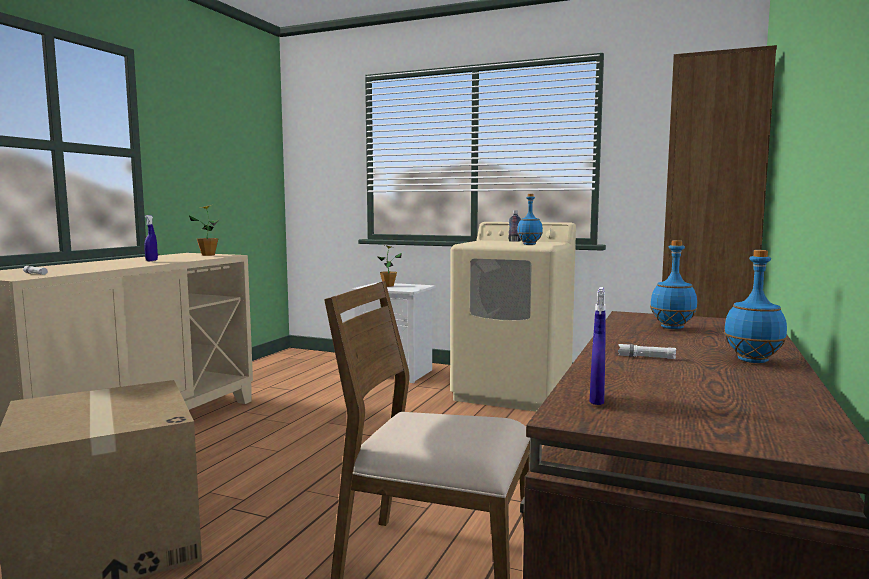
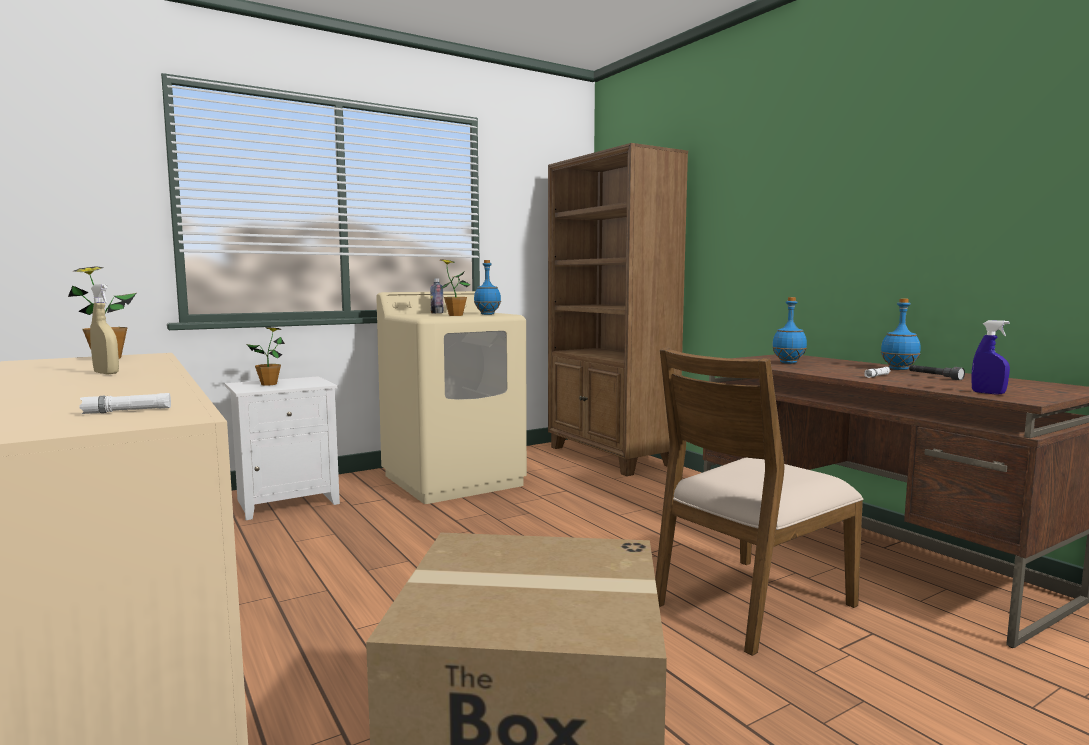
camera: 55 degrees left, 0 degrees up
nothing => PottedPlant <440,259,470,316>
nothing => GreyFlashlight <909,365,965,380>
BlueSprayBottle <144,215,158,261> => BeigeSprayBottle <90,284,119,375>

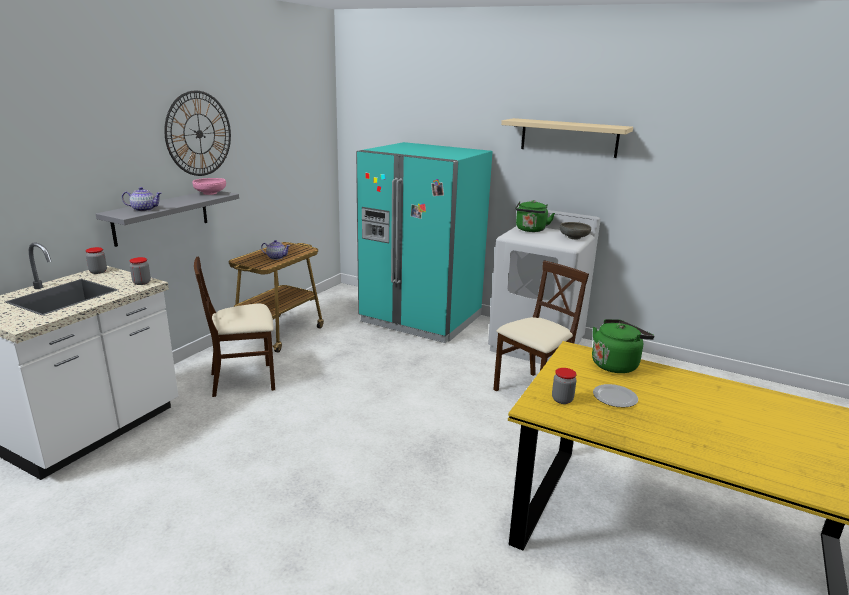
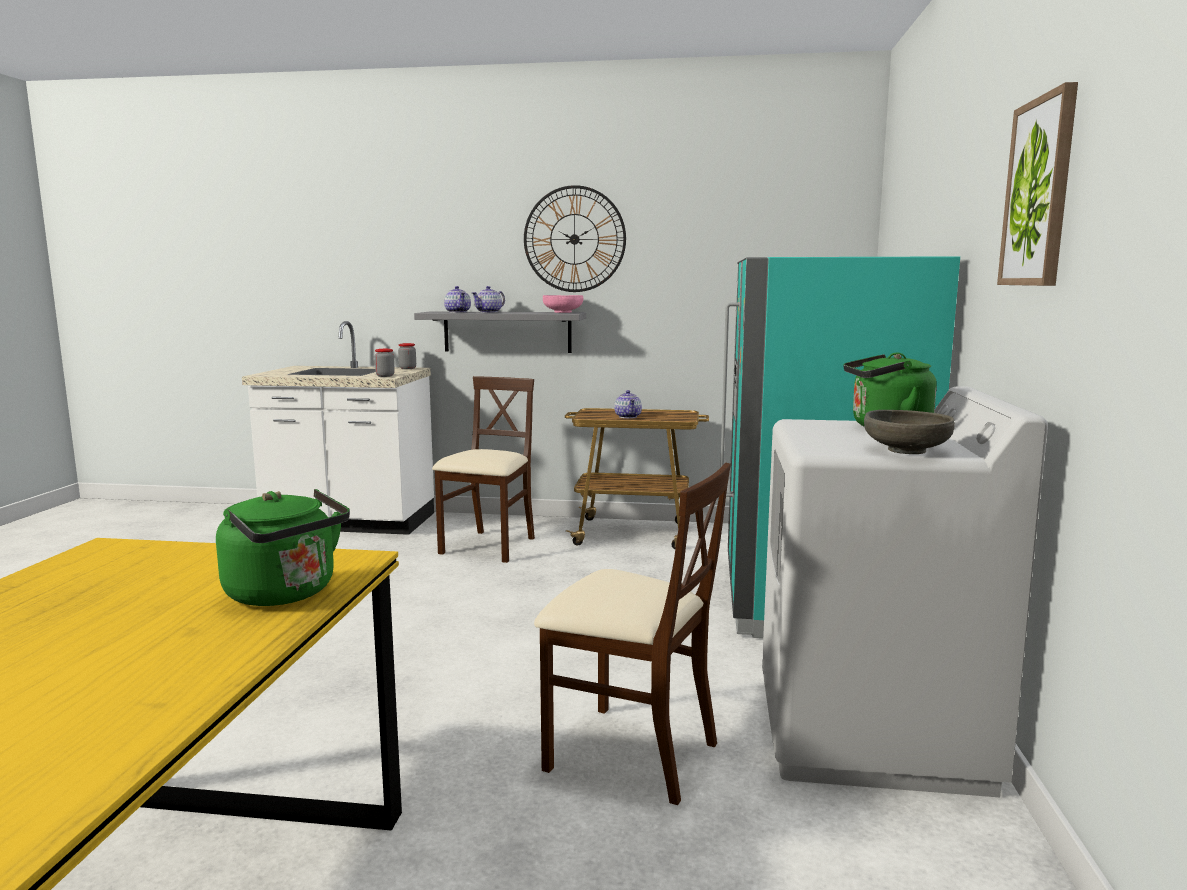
camera: 70 degrees right, 10 degrees down
Jar <552,368,577,404> => nothing
Plate <593,384,638,408> => nothing
nothing => Teapot <472,286,505,313>
BeigeShelf <501,118,633,158> => Picture <997,82,1078,286>
BeigeChair <194,256,275,397> => BeigeChair <432,376,535,563>, 60 degrees clockwise

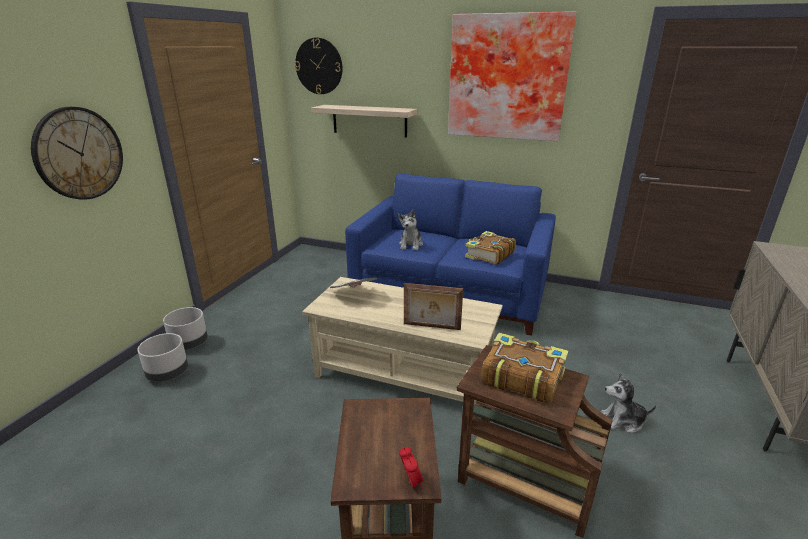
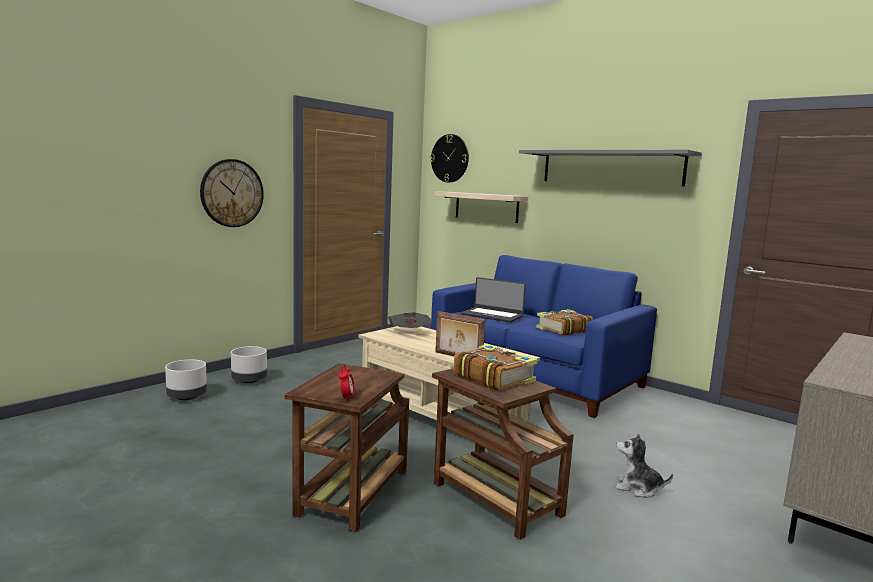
camera: 20 degrees right, 15 degrees down
GreyPlanter <163,307,208,350> => GreyPlanter <165,359,207,400>, moved
PlushToy <398,210,423,250> => Laptop <461,277,526,322>
Picture <448,11,577,141> => GreyShelf <519,150,702,186>

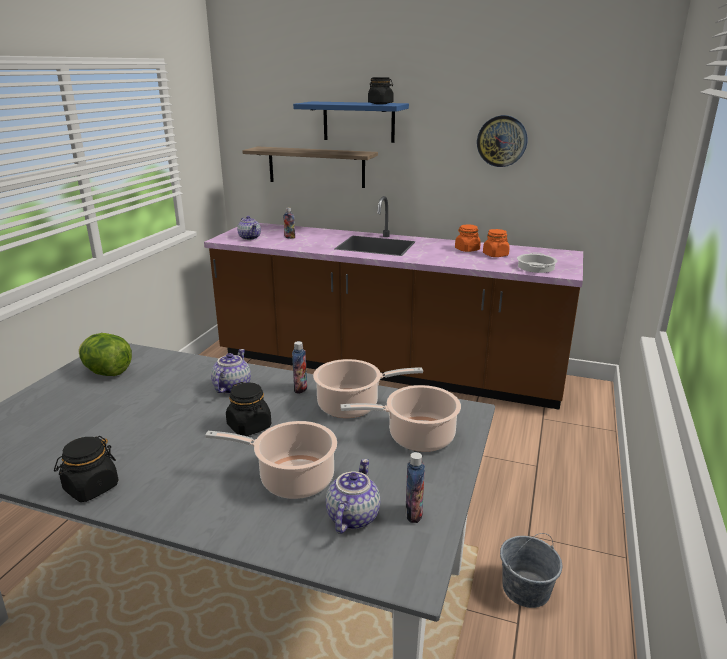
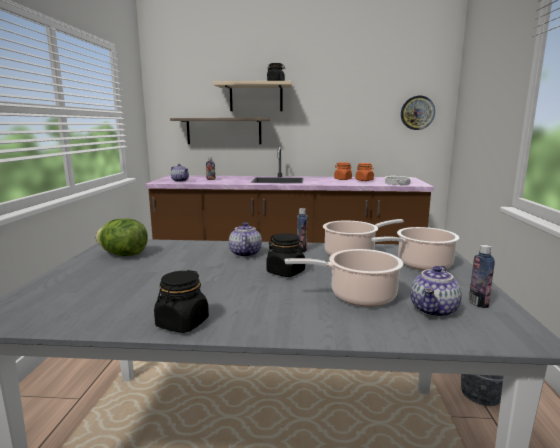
camera: 15 degrees left, 10 degrees down
WallClock <477,115,527,167> => WallClock <401,96,435,130>, moved
BlueShelf <293,101,409,143> => BeigeShelf <213,81,292,111>
Teapot <326,459,380,534> => Teapot <410,266,462,318>, 150 degrees counterclockwise

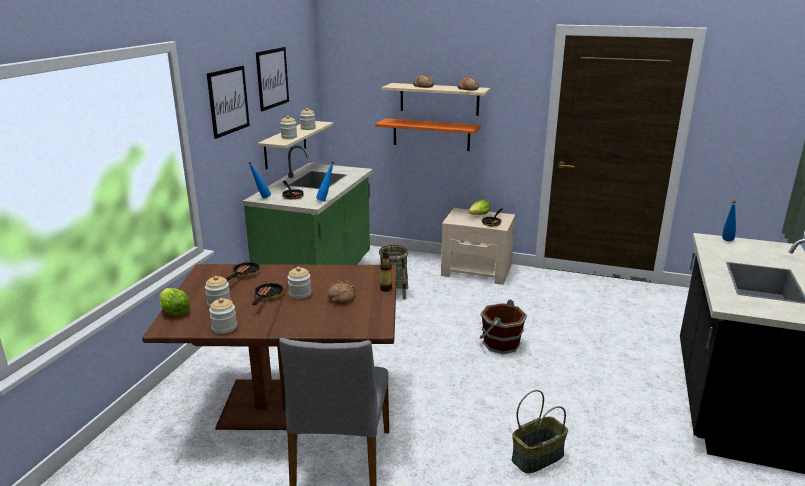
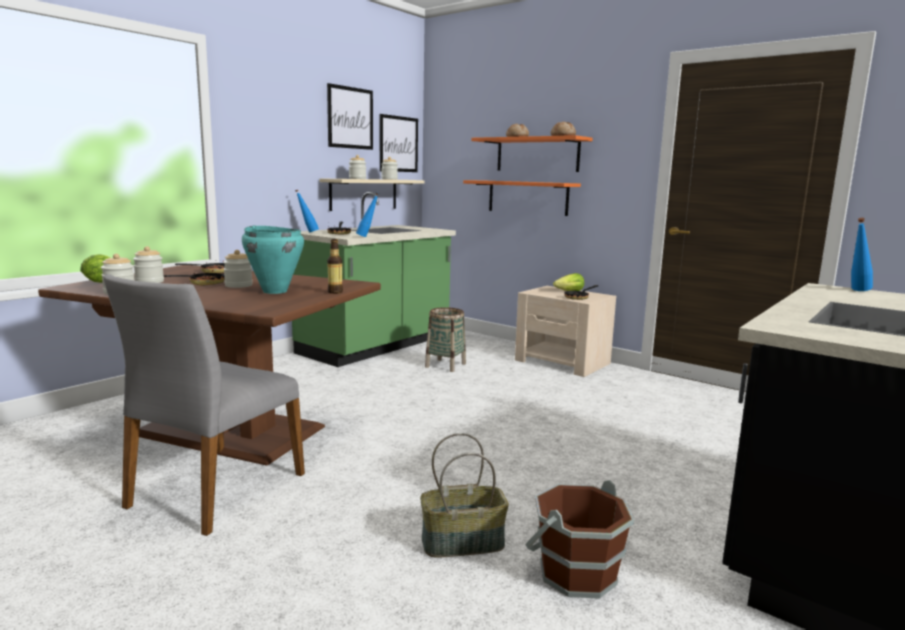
camera: 20 degrees right, 10 degrees down
Picture <207,66,250,139> => Picture <380,114,418,172>, moved
BrownBucket <479,299,527,354> => BrownBucket <525,480,634,599>, moved
Bread <328,280,355,304> => TurquoiseCookingPot <242,225,304,294>
BeigeShelf <382,83,490,116> => OrangeShelf <471,135,593,172>

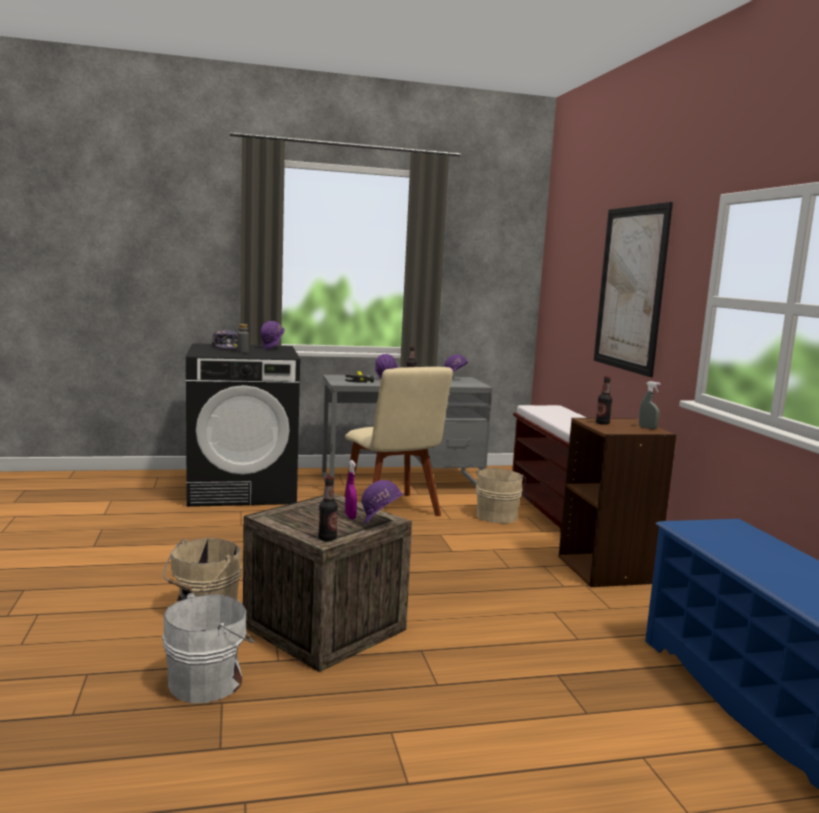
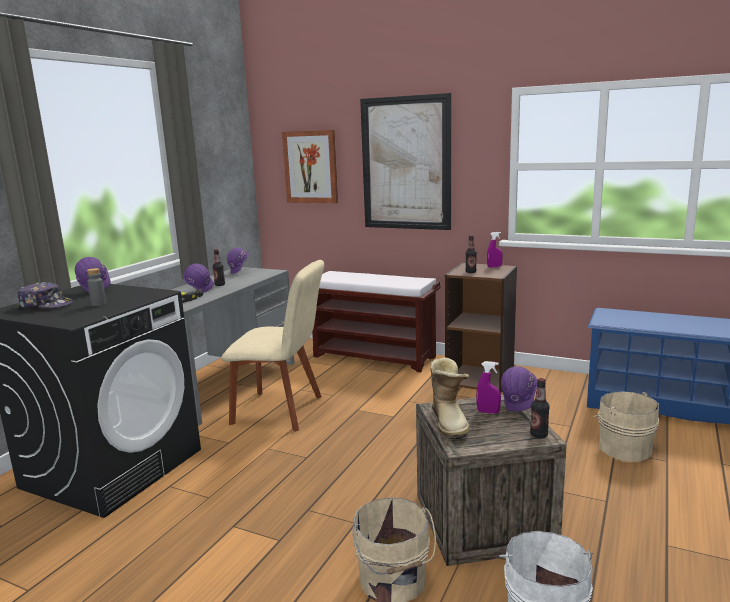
camera: 50 degrees left, 5 degrees up
nothing => Picture <282,130,338,203>
nothing => Boot <430,357,470,440>
BeigeBucket <476,468,526,523> => BeigeBucket <593,391,659,462>, moved
GreySprayBottle <639,381,661,429> => PurpleSprayBottle <487,232,503,268>

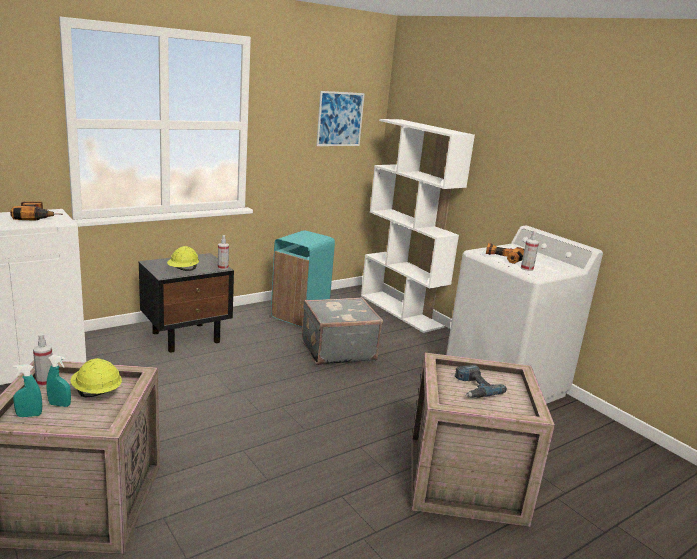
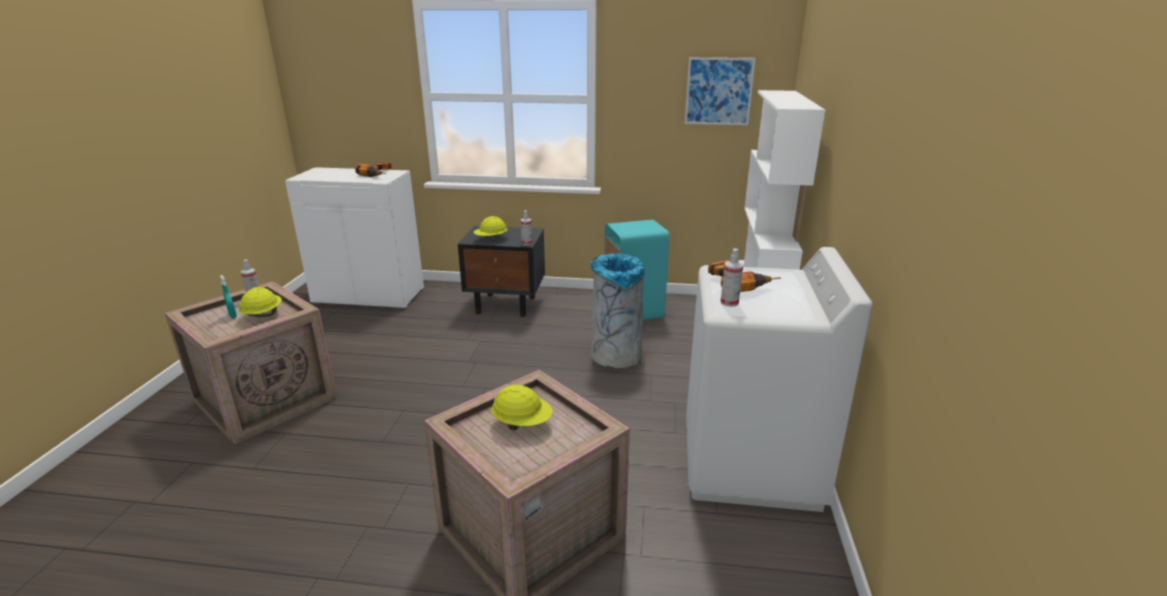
camera: 45 degrees right, 5 degrees up
TurquoiseSprayBottle <13,365,42,417> => nothing
GreySuitcase <302,297,383,365> => GreyTrashCan <590,253,645,368>
PowerDrill <455,364,507,398> => YellowHardHat <491,385,553,430>

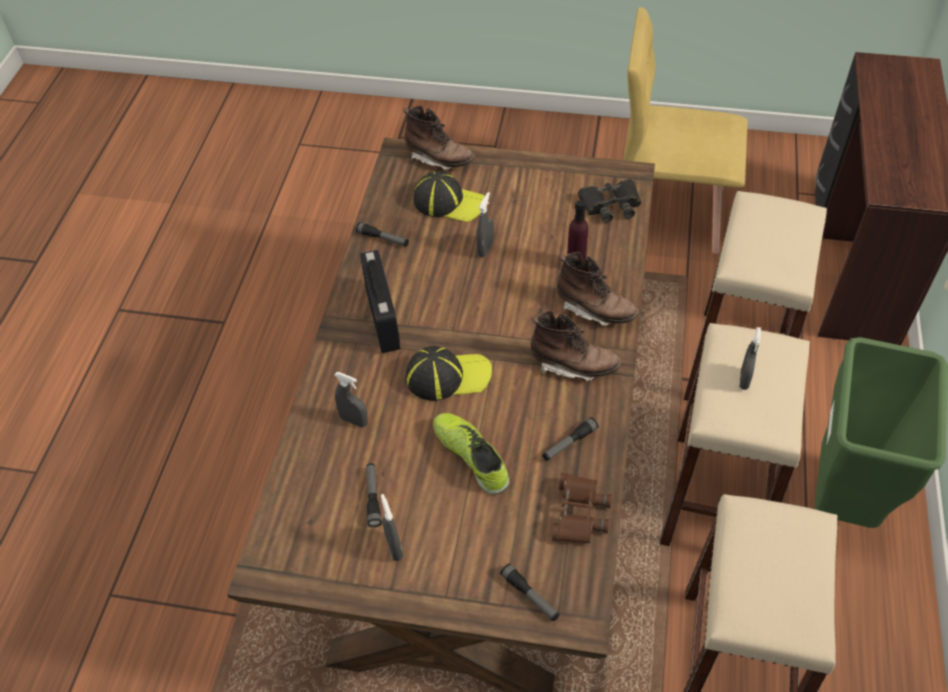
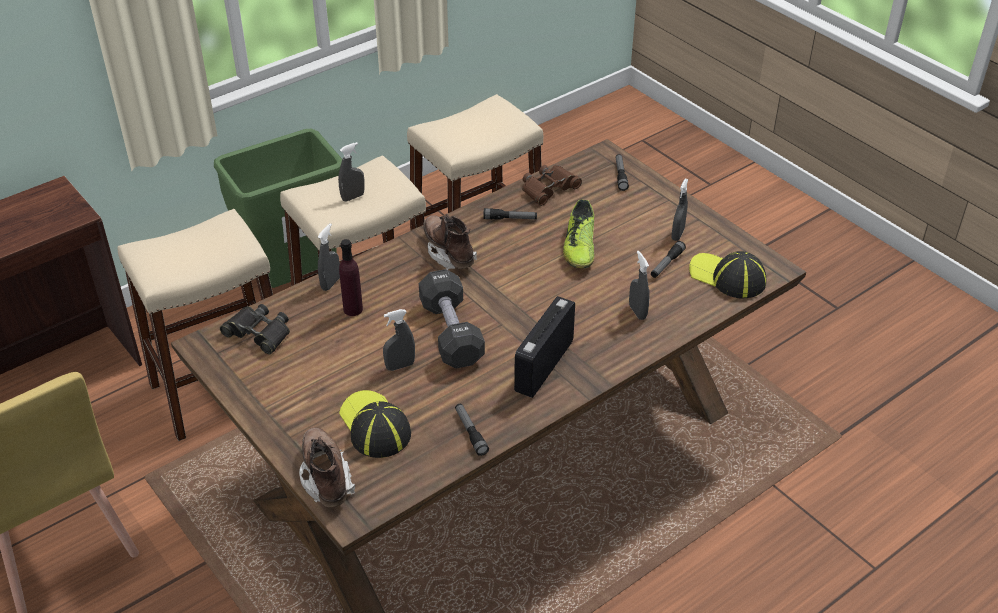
camera: 140 degrees left, 10 degrees down
BrownBoot <557,252,639,326> => nothing
nothing => GreySprayBottle <318,223,340,291>
nothing => BlackDumbbell <419,269,485,369>
Cap <406,346,492,401> => Cap <689,251,766,299>, moved

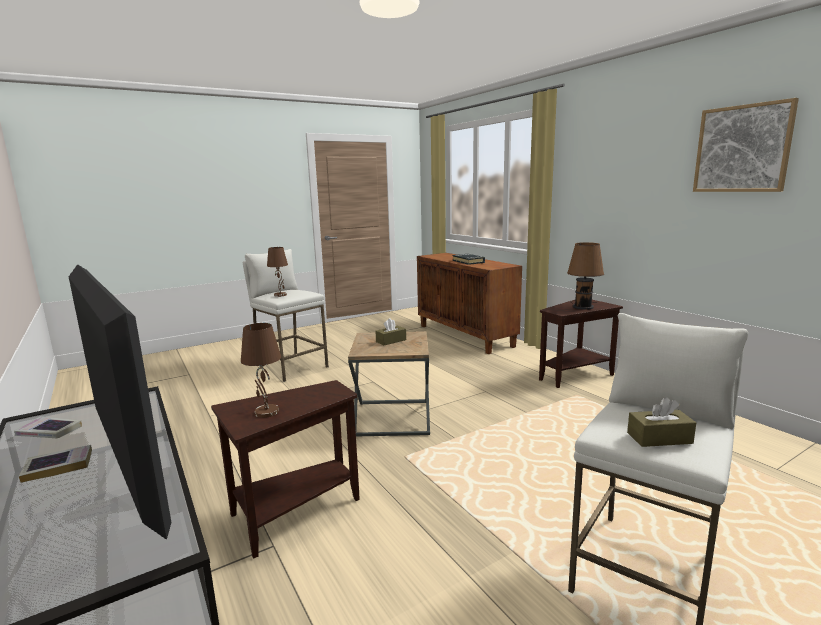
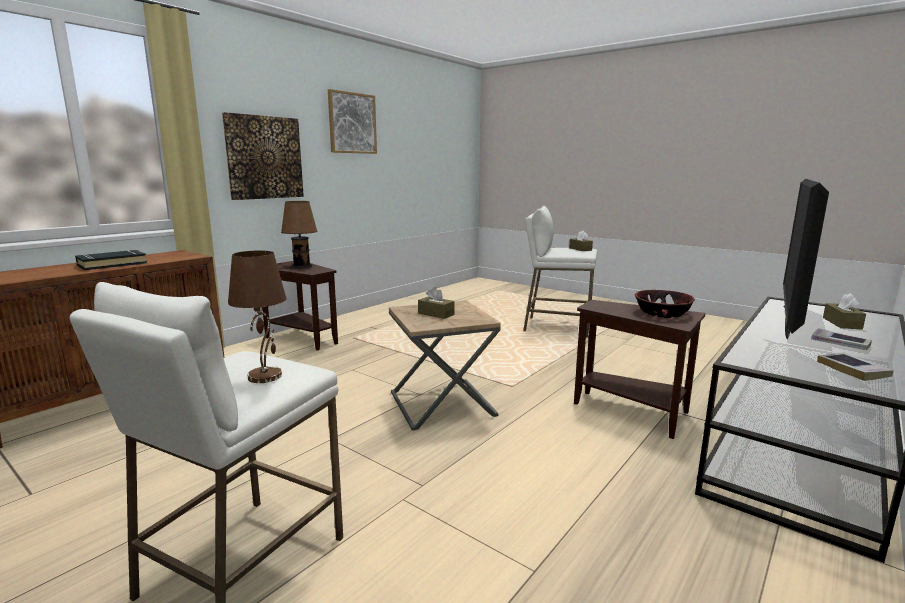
camera: 110 degrees left, 0 degrees up
nothing => Picture <222,112,304,200>
nothing => BrownTissueBox <823,293,866,329>
BrownTableLamp <241,323,281,418> => Bowl <635,290,695,318>

